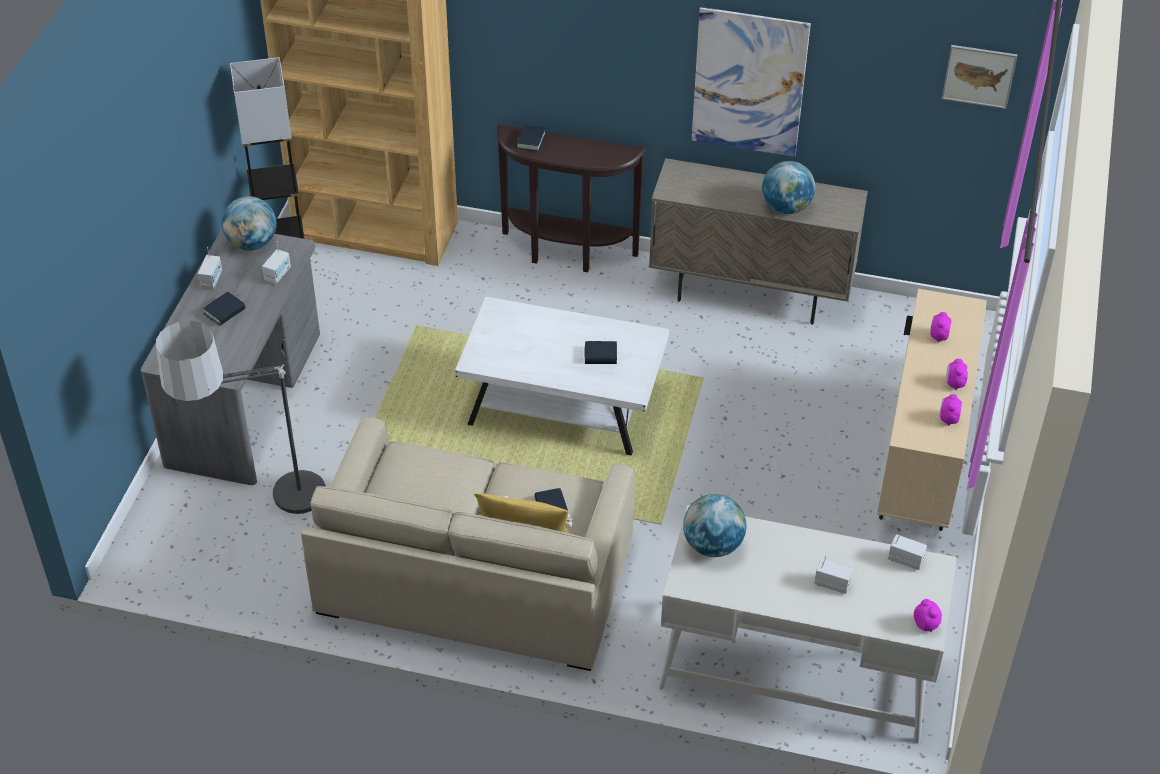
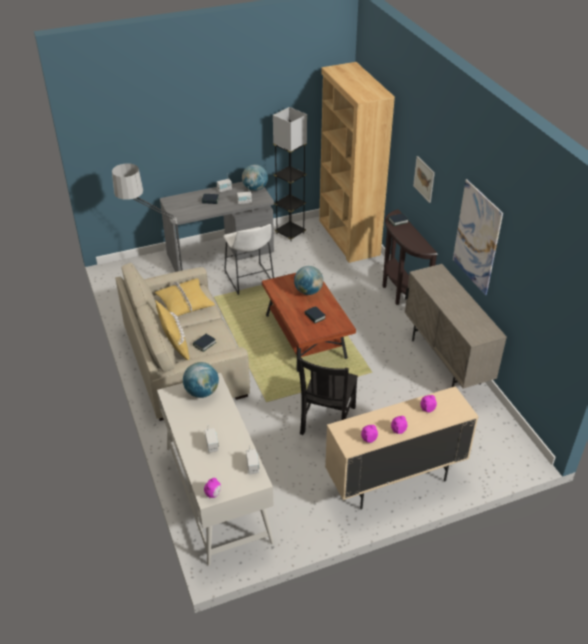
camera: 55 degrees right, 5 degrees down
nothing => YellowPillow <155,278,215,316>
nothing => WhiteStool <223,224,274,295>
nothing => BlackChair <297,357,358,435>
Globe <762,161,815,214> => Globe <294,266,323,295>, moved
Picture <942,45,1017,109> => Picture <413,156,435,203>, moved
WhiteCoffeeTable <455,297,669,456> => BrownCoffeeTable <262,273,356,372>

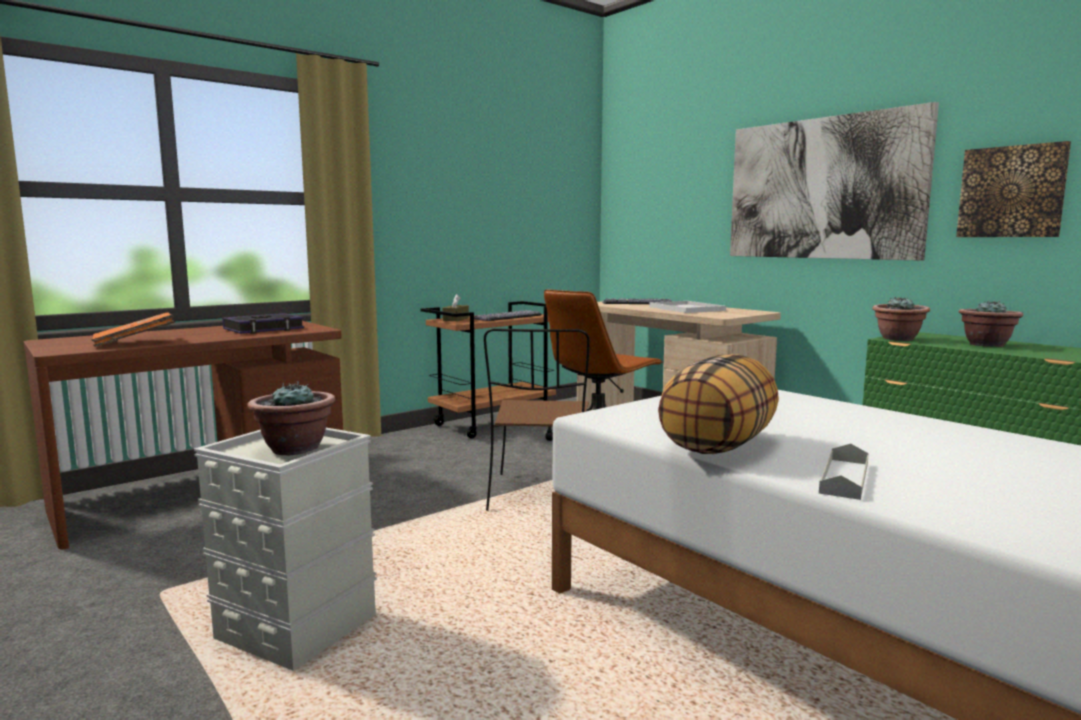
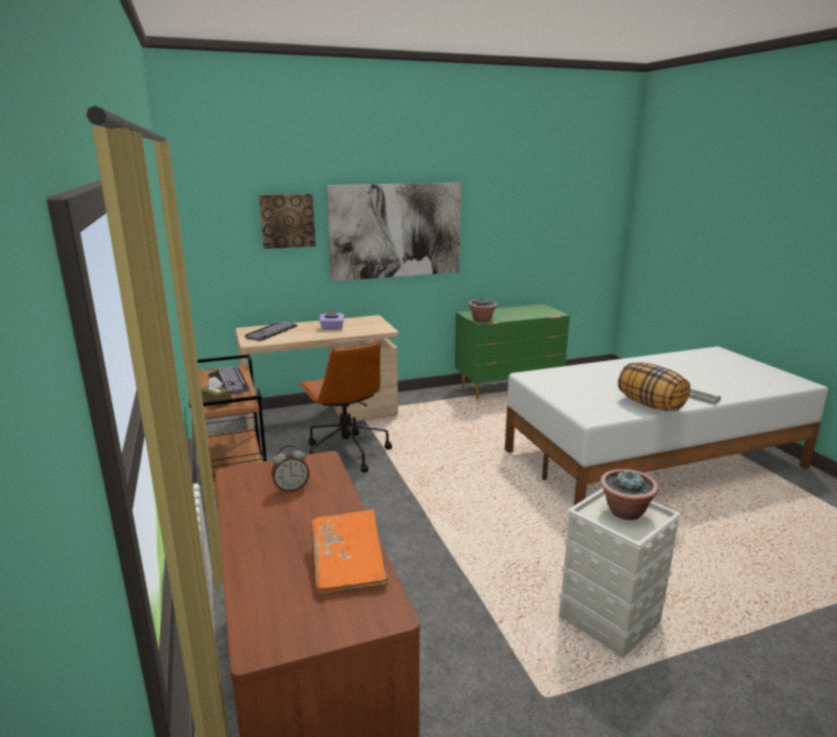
camera: 70 degrees left, 10 degrees up
BrownChair <484,328,590,511> => nothing
PottedPlant <959,300,1023,347> => nothing
Picture <956,141,1071,237> => Picture <259,194,315,249>, moved
Book <222,313,304,334> => AlarmClock <272,445,309,493>
WhiteTray <649,301,726,313> => PurpleTissueBox <319,311,344,330>

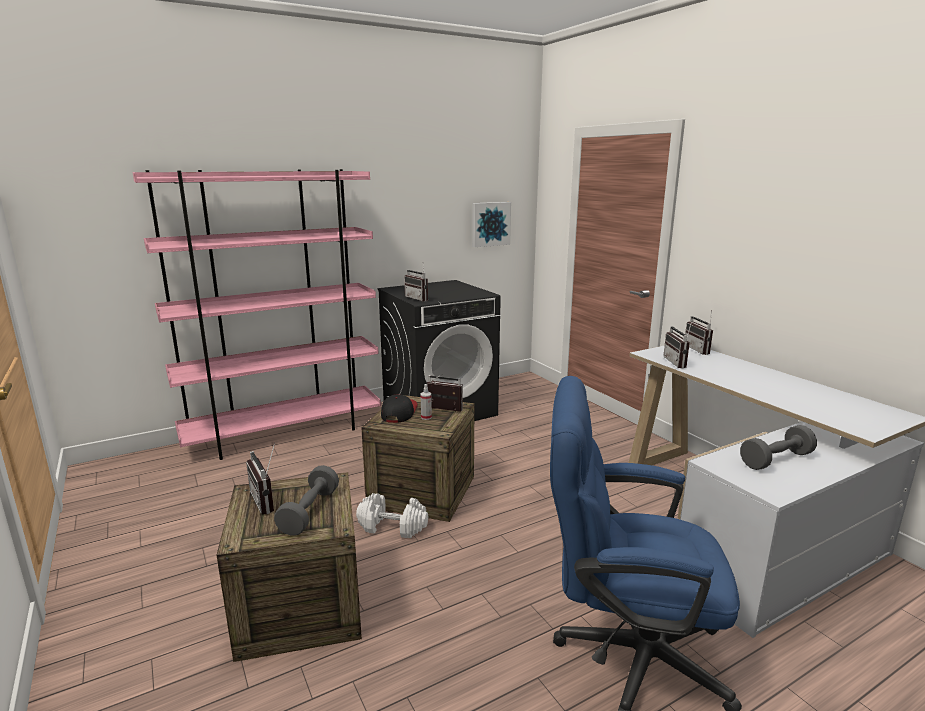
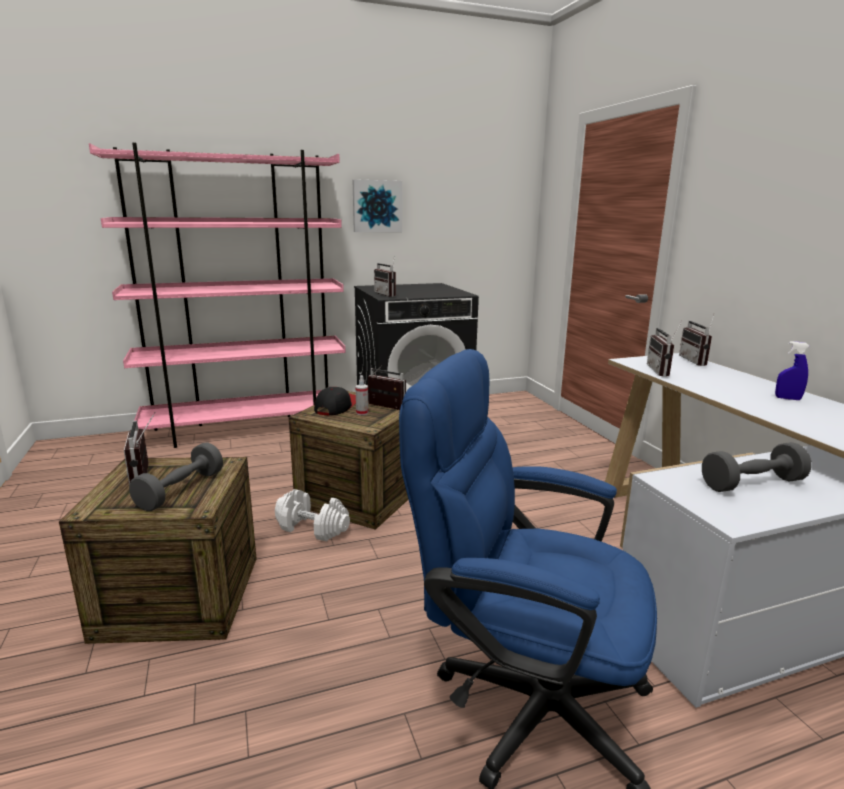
camera: 10 degrees right, 0 degrees up
nothing => BlueSprayBottle <775,341,810,400>
Picture <472,202,511,247> => Picture <352,179,402,232>, moved

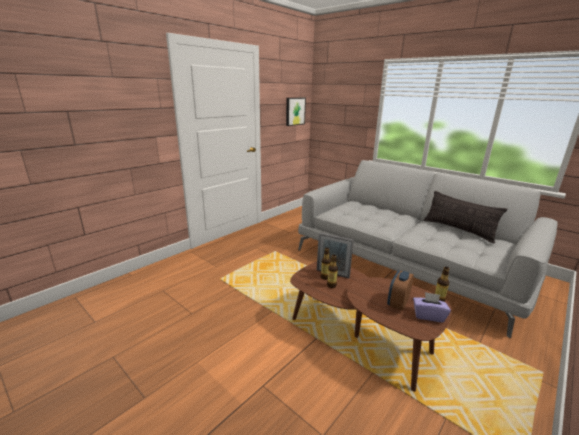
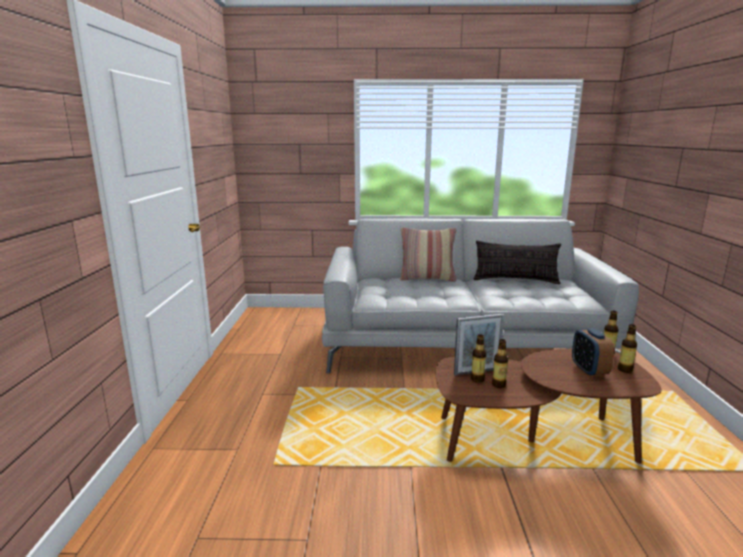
camera: 40 degrees left, 5 degrees down
Picture <286,98,306,126> => nothing
nothing => Pillow <400,228,456,282>
PurpleTissueBox <413,292,451,322> => Bottle <618,324,637,373>

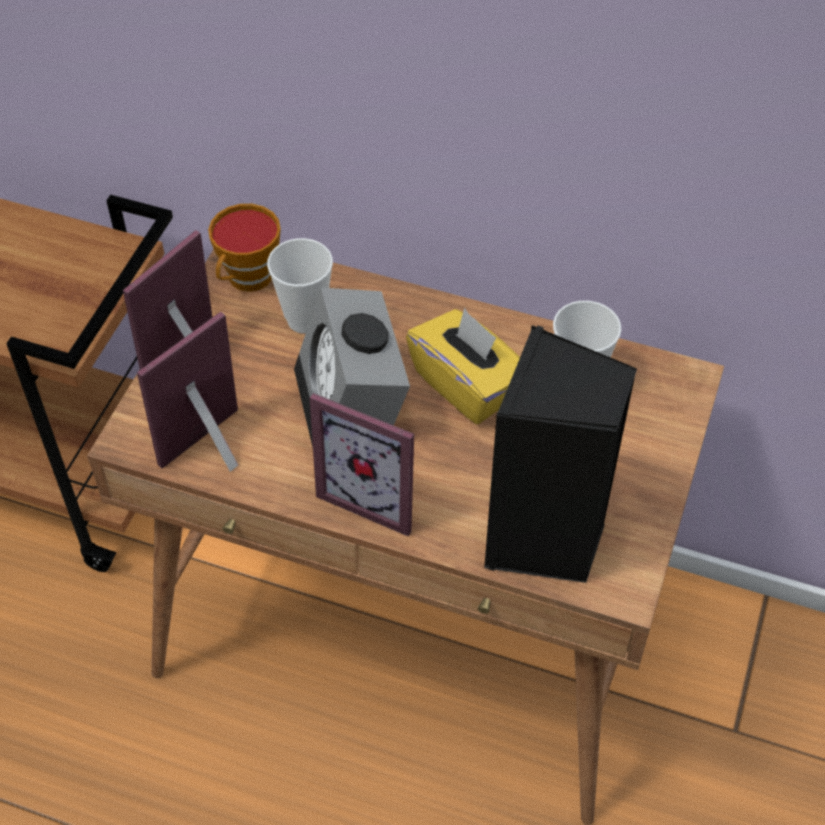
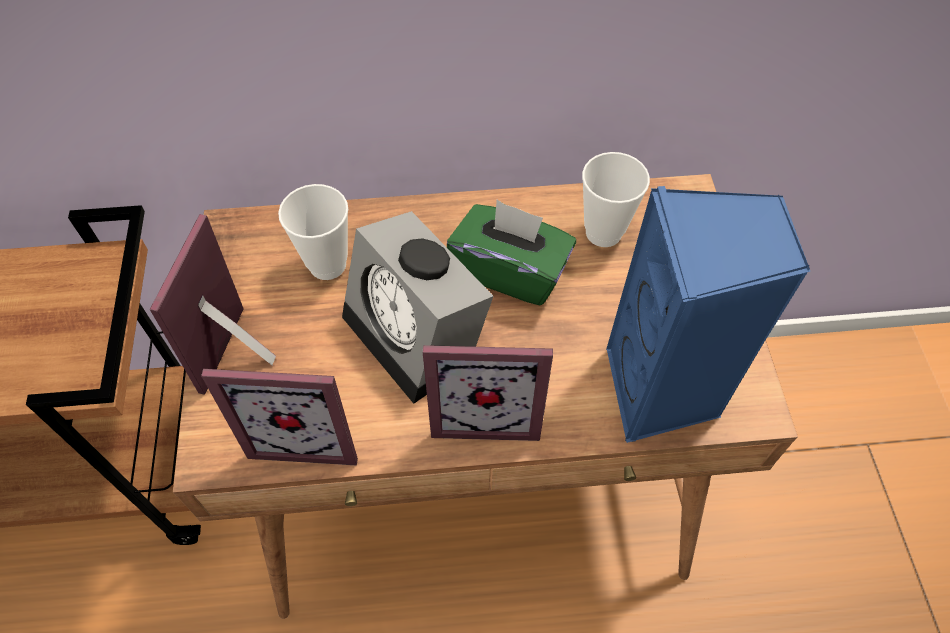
camera: 25 degrees left, 5 degrees up
Cup <208,204,281,292> => nothing
YellowTissueBox <406,308,520,424> => GreenTissueBox <447,200,576,305>
BlackSpeaker <484,325,637,583> => BlueSpeaker <606,186,810,443>
PictureFrame <137,312,238,472> => PictureFrame <201,369,358,465>, 105 degrees counterclockwise

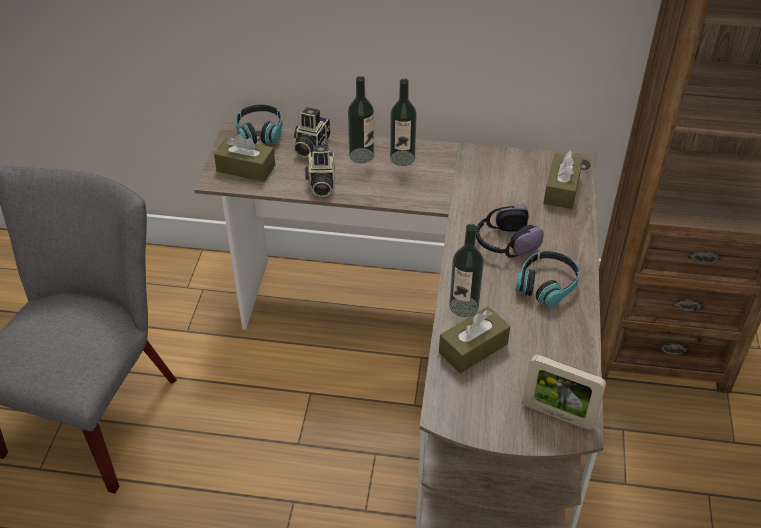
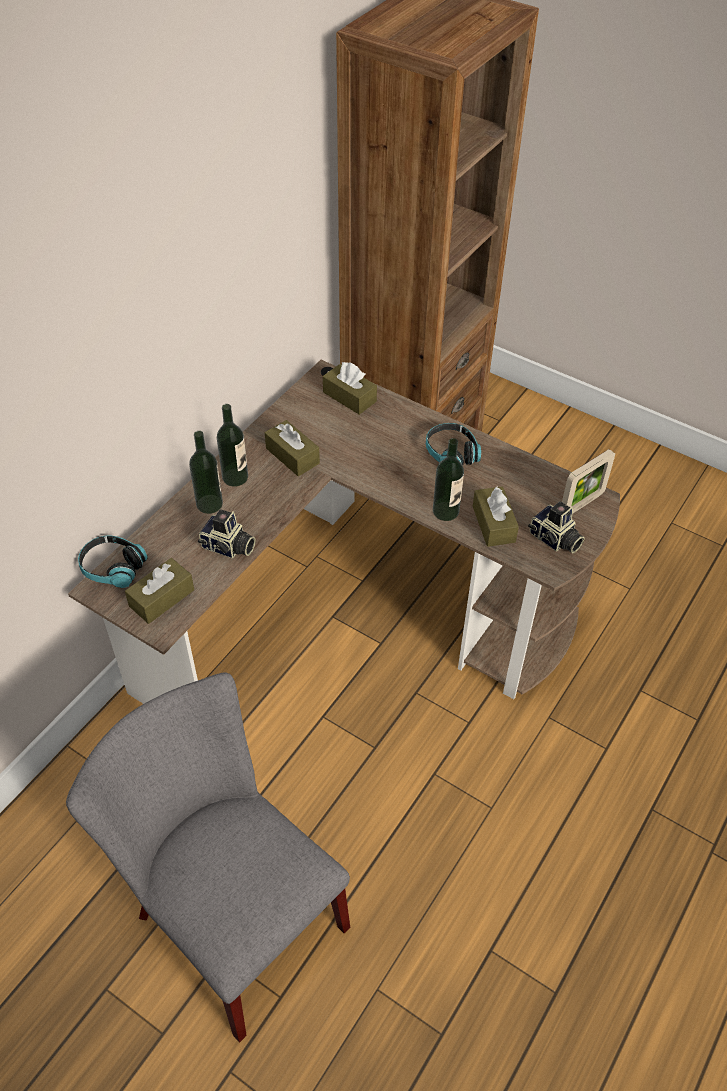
camera: 65 degrees left, 5 degrees up
Headphones <476,205,543,258> => nothing
nothing => BrownTissueBox <265,420,320,476>
PhotoCamera <294,107,330,157> => PhotoCamera <528,501,584,554>, moved

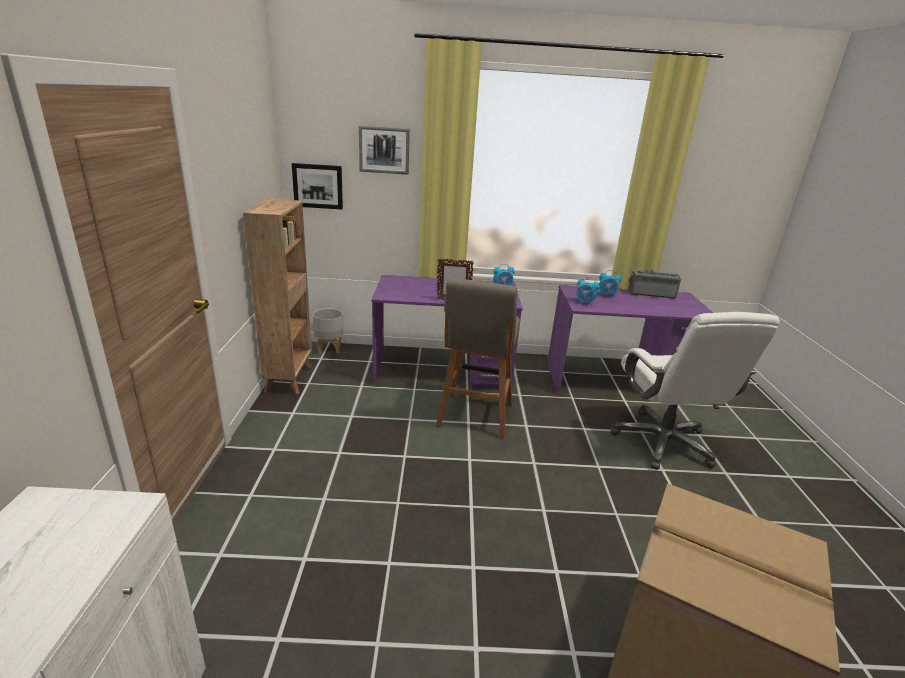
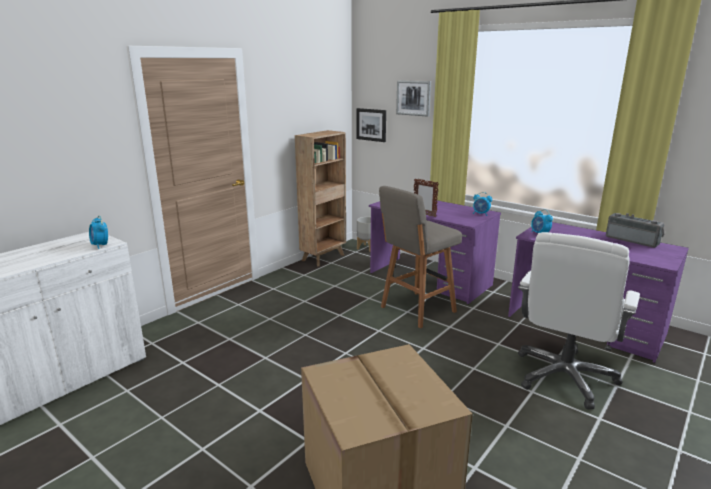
camera: 40 degrees right, 5 degrees down
AlarmClock <599,270,621,297> => AlarmClock <89,215,108,249>, moved

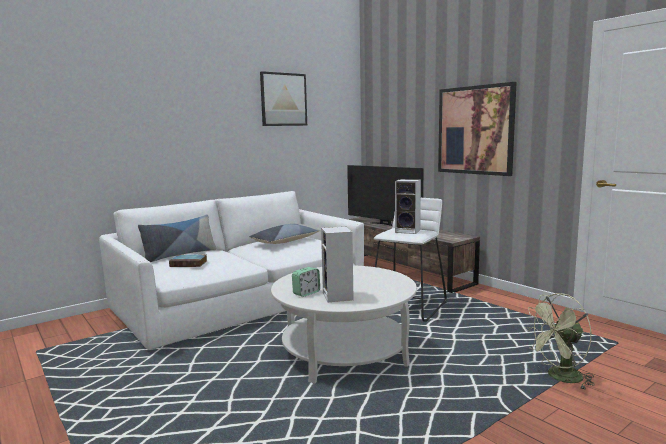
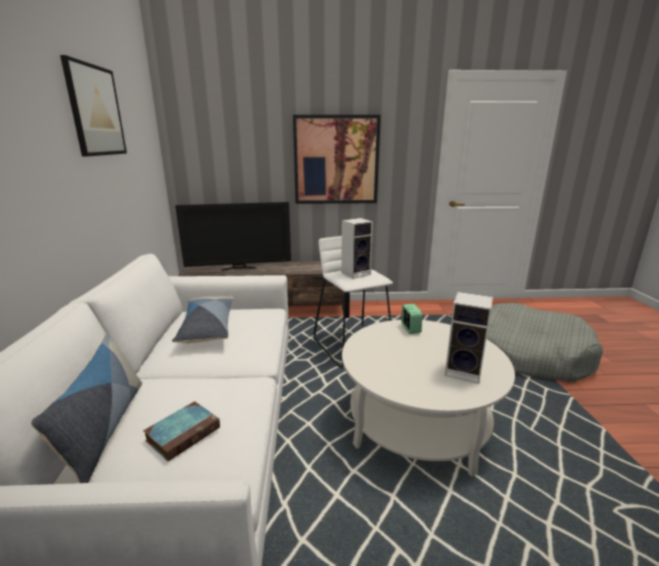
camera: 55 degrees left, 10 degrees up
AlarmClock <292,267,320,297> => AlarmClock <402,304,422,334>, moved
GreenFan <524,293,595,390> => GreyDogBed <486,303,603,382>

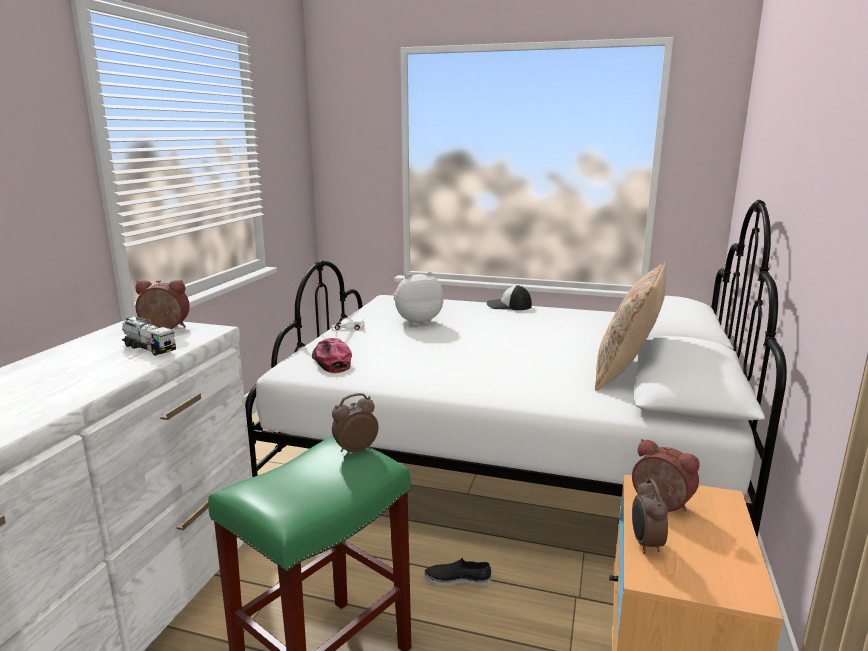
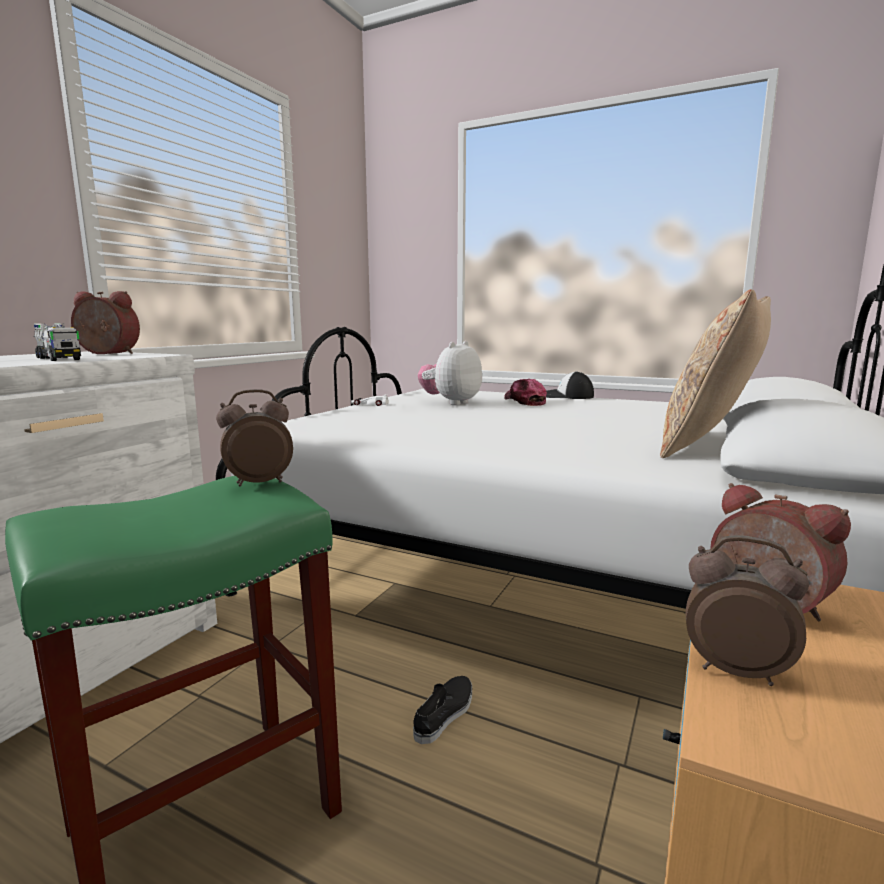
camera: 10 degrees right, 5 degrees down
Cap <312,338,352,373> => Cap <504,379,547,406>, moved
PlushToy <393,272,444,326> => PlushToy <418,341,482,405>, 45 degrees counterclockwise
BlackShoe <424,558,491,586> => BlackShoe <413,676,472,744>, 105 degrees clockwise
AlarmClock <632,479,668,554> => AlarmClock <686,535,809,686>, 105 degrees clockwise

